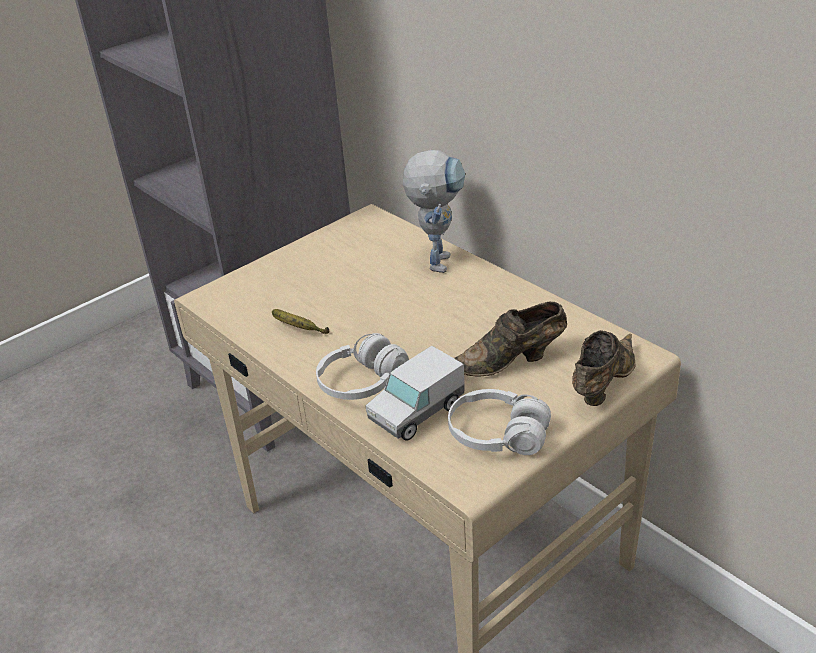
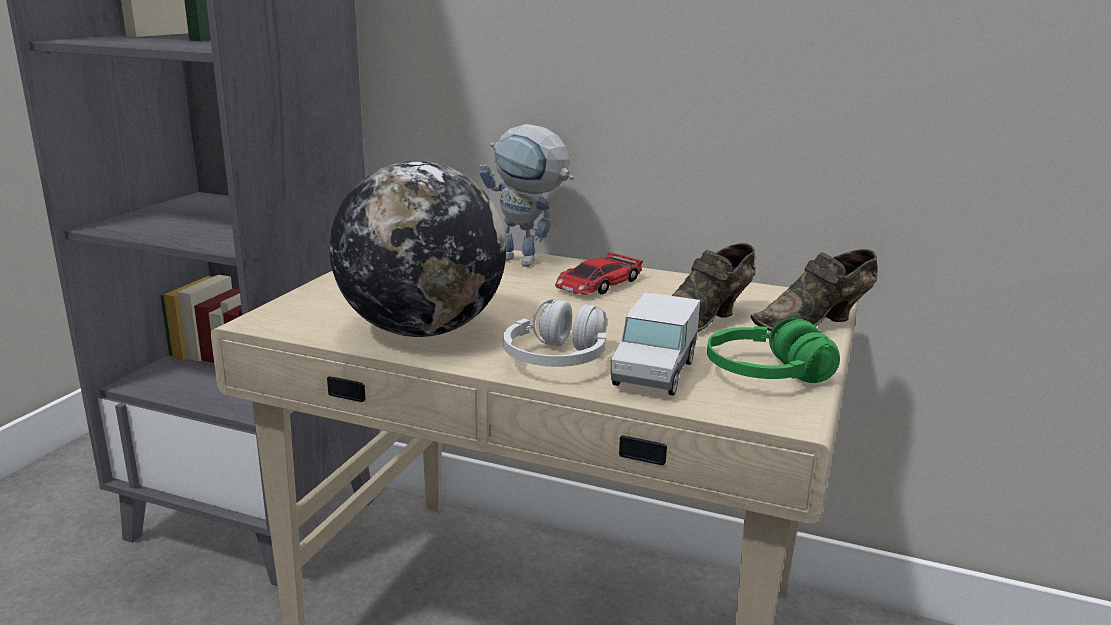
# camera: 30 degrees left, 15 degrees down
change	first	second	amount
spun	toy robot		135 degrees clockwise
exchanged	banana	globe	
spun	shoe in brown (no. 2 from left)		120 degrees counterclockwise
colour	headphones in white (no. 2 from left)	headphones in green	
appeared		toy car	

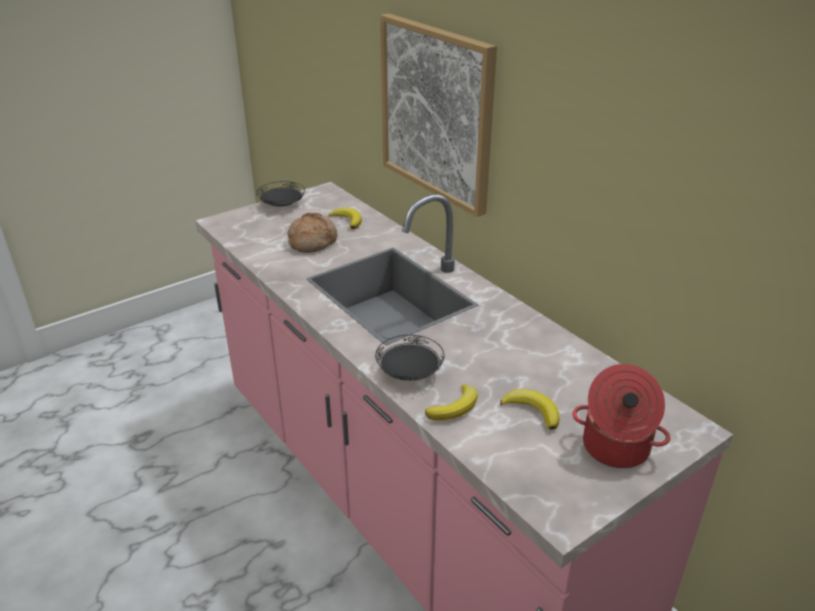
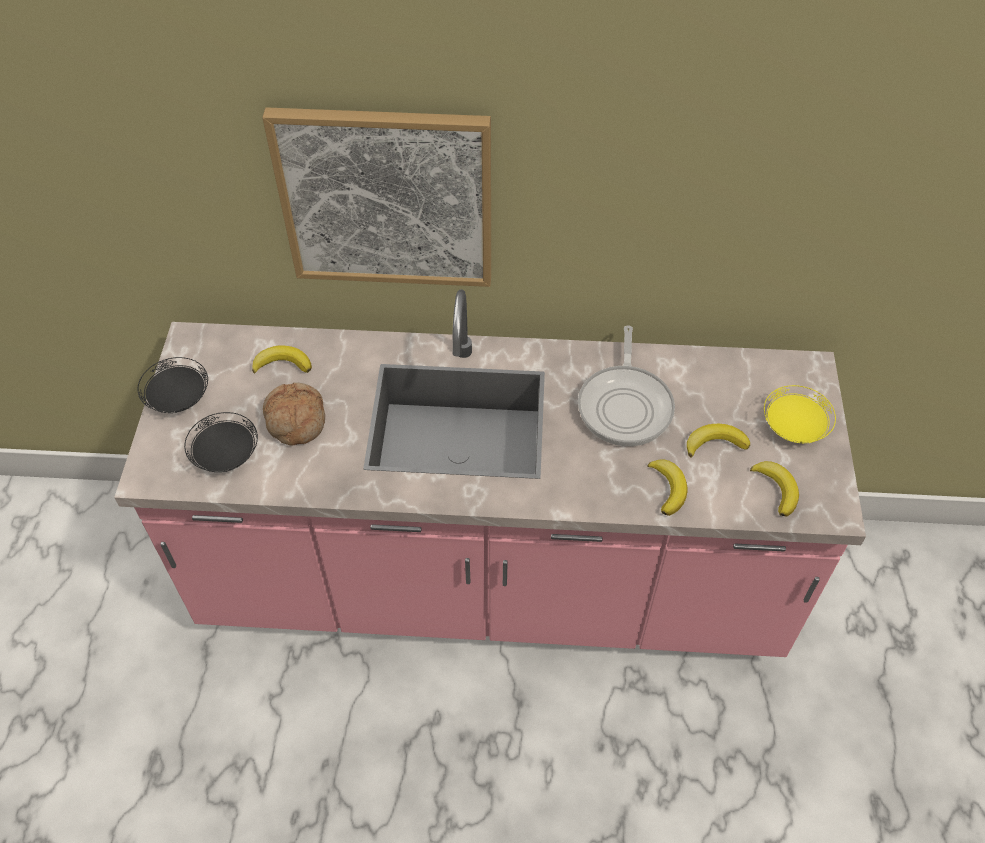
# camera: 50 degrees left, 20 degrees up
change	first	second	amount
relocated	plate in black (no. 2 from left)		
exchanged	cooking pot	plate in yellow	
appeared		frying pan	
appeared		banana (no. 4 from left)	

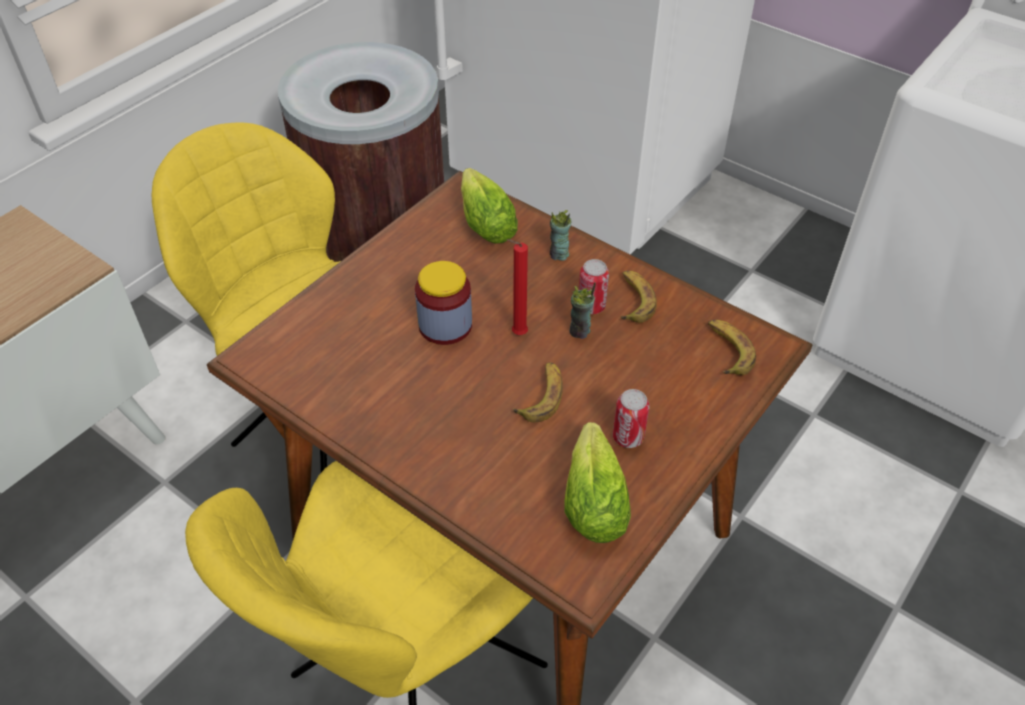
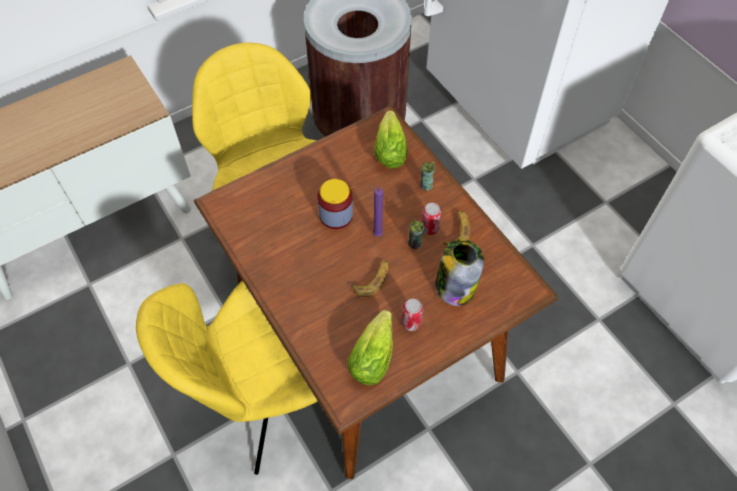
# camera: 20 degrees right, 10 degrees up
change	first	second	amount
colour	candle in red	candle in purple	
missing	banana (no. 3 from left)		
appeared		jar (no. 2 from left)	

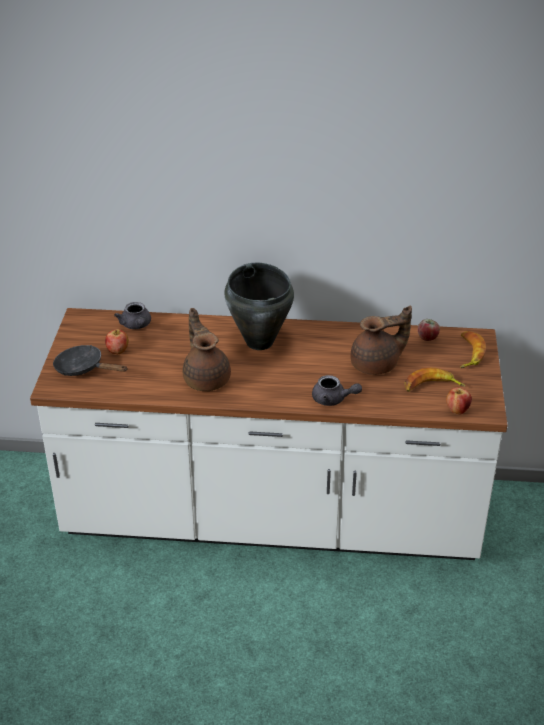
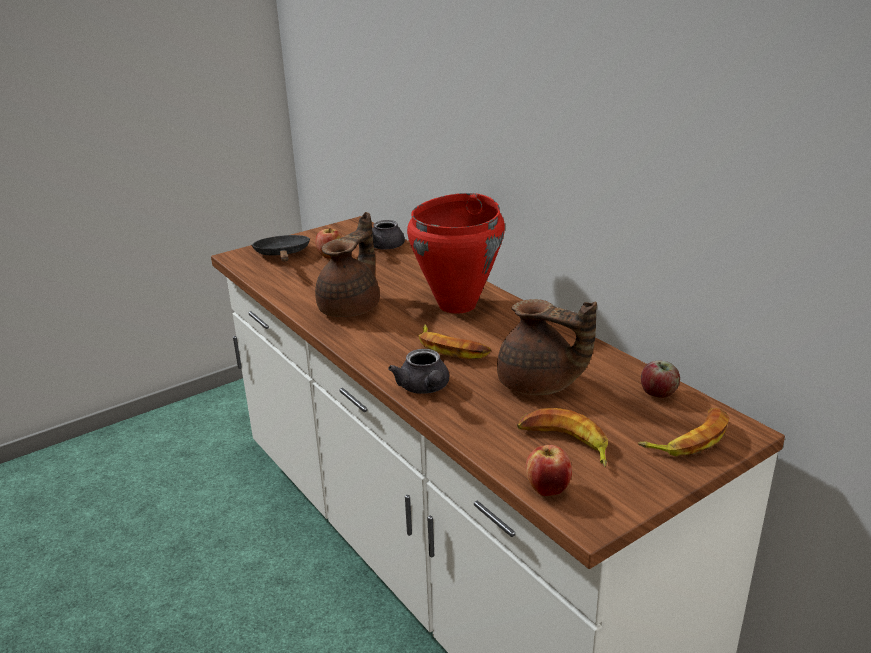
# camera: 50 degrees right, 10 degrees down
change	first	second	amount
colour	cooking pot in black	cooking pot in red	
appeared		banana (no. 1 from left)	

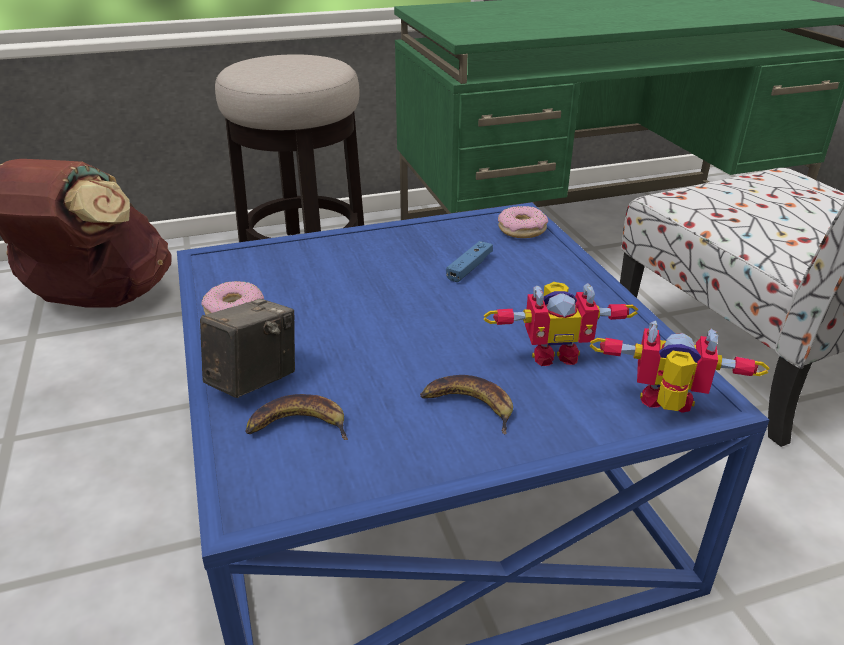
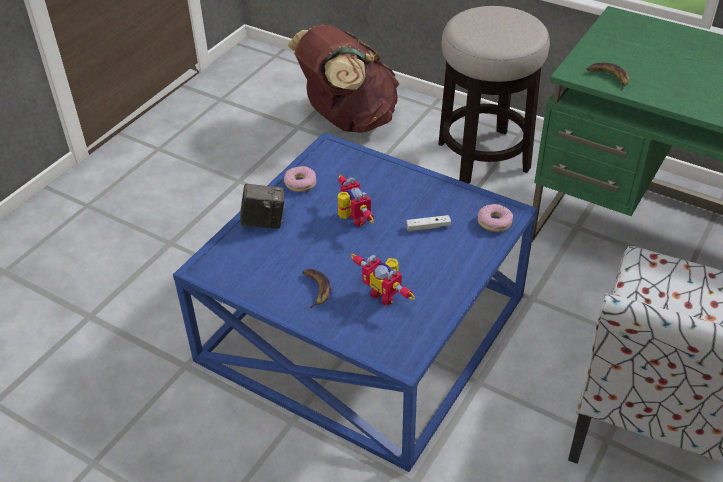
# camera: 50 degrees right, 10 degrees up
change	first	second	amount
colour	game controller in blue	game controller in white	
relocated	toy robot (no. 2 from left in the first image)	toy robot (no. 1 from left)	
relocated	banana (no. 1 from left in the first image)	banana (no. 2 from left)	

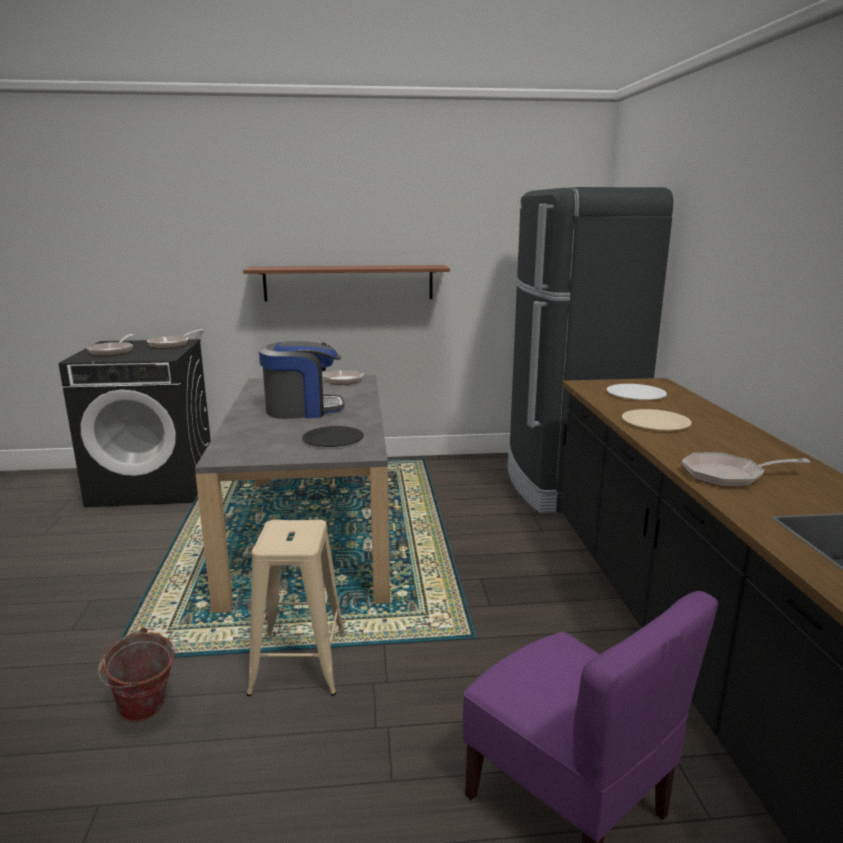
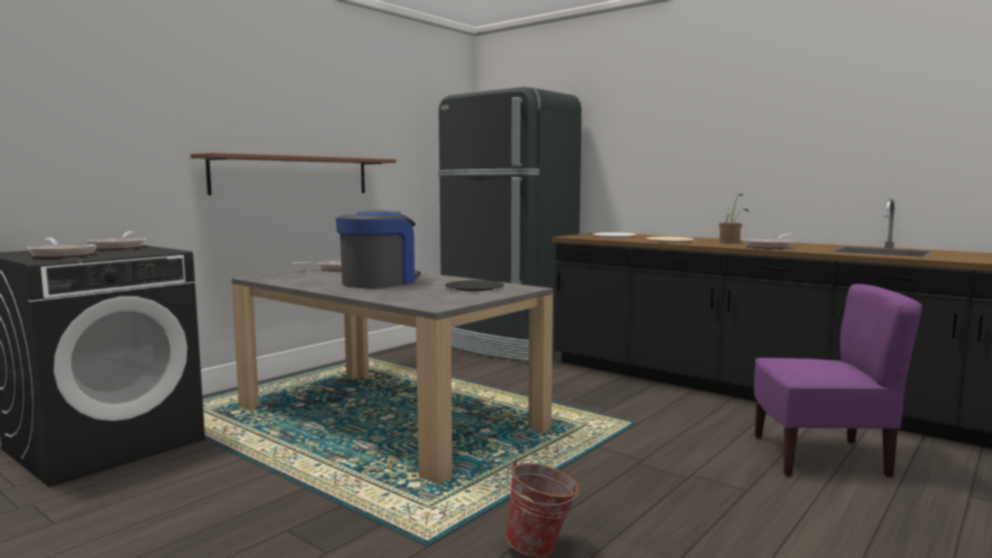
# camera: 45 degrees left, 10 degrees down
change	first	second	amount
missing	stool in beige		
appeared		potted plant	

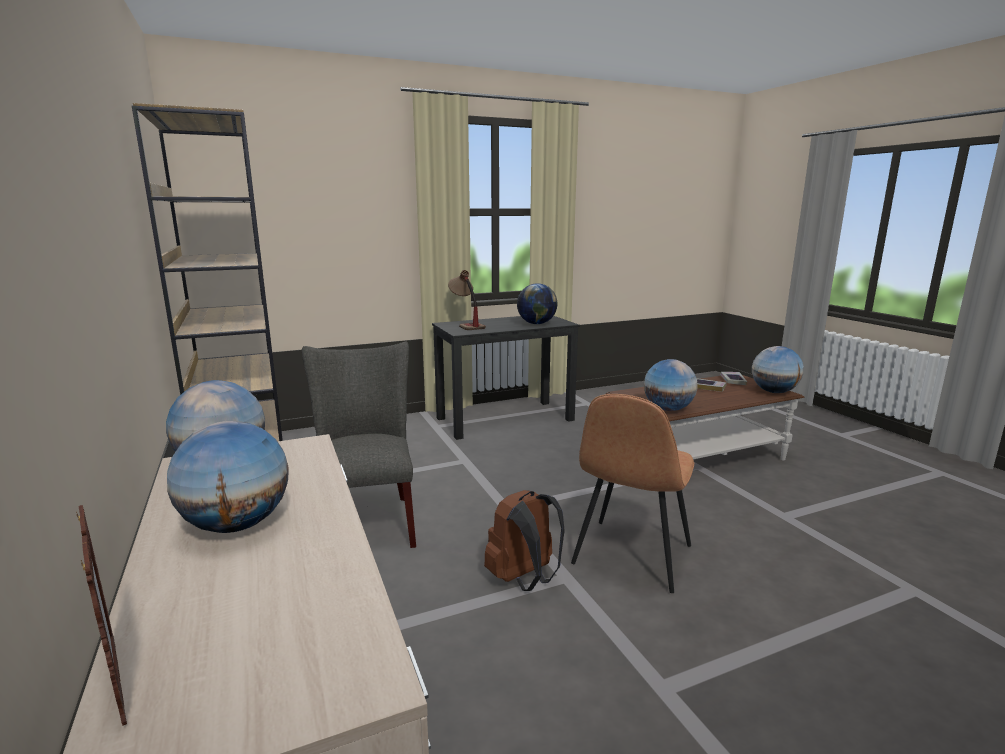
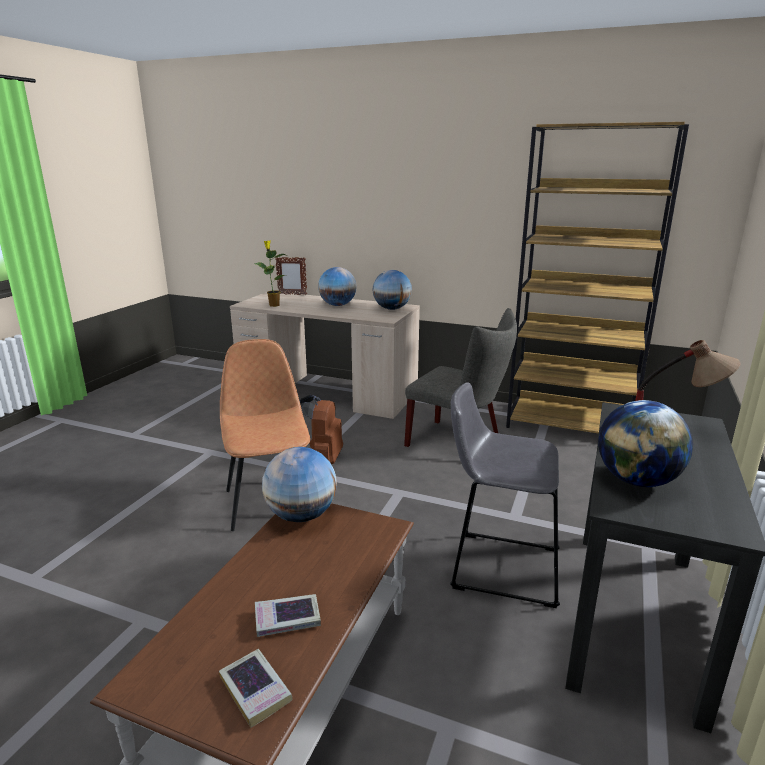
# camera: 135 degrees right, 5 degrees up
change	first	second	amount
missing	globe (no. 5 from left)		
appeared		potted plant	
appeared		stool in grey	

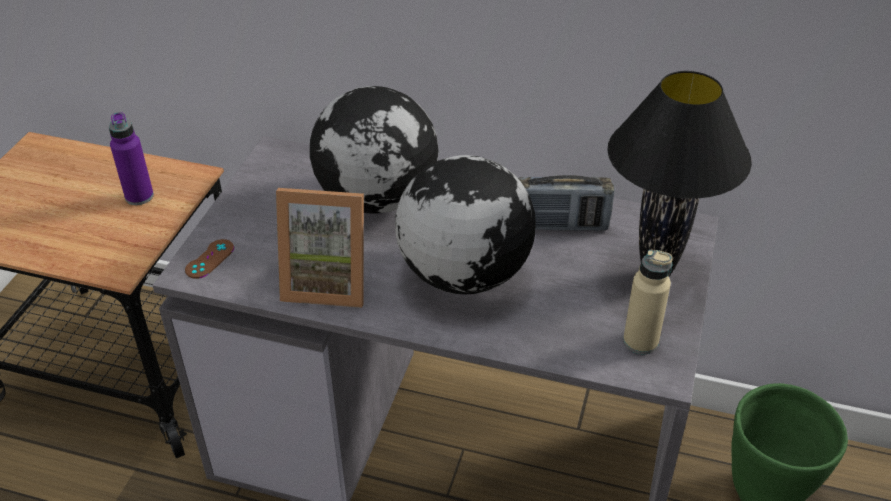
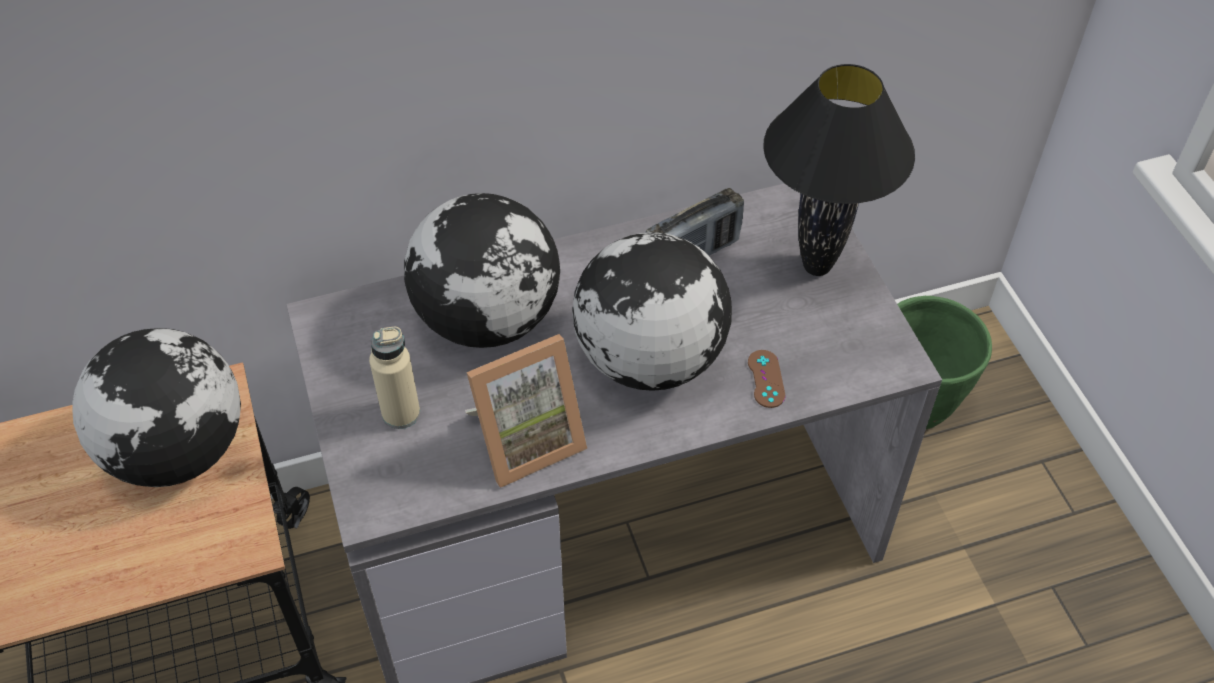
# camera: 35 degrees left, 10 degrees up
change	first	second	amount
exchanged	bottle in purple	globe (no. 1 from left)	
relocated	game controller in brown		
relocated	bottle in beige		

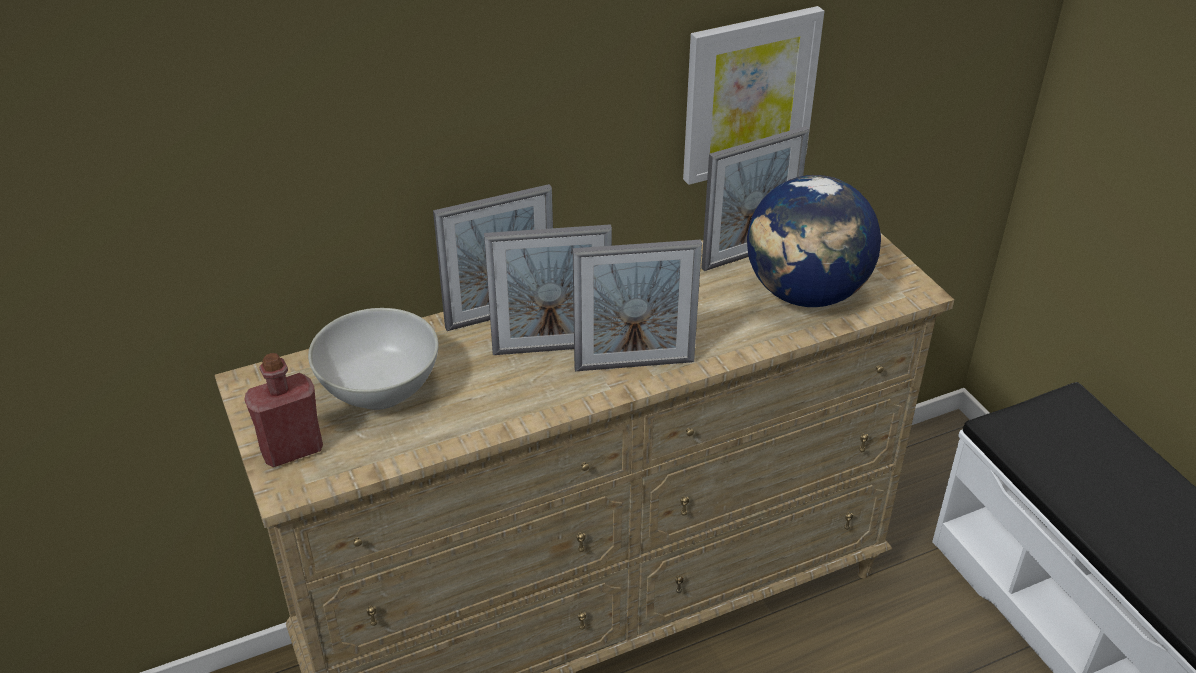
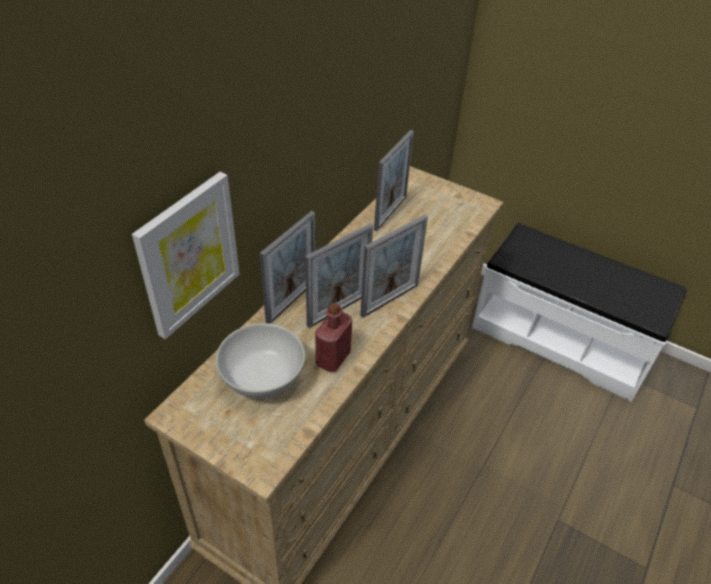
# camera: 35 degrees left, 5 degrees up
change	first	second	amount
relocated	picture		
missing	globe		
relocated	bottle in red		

